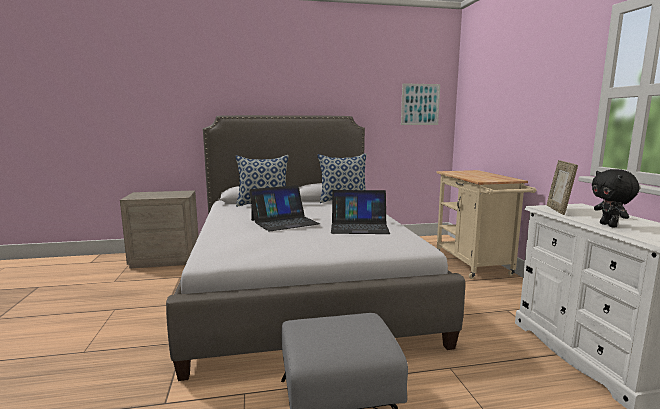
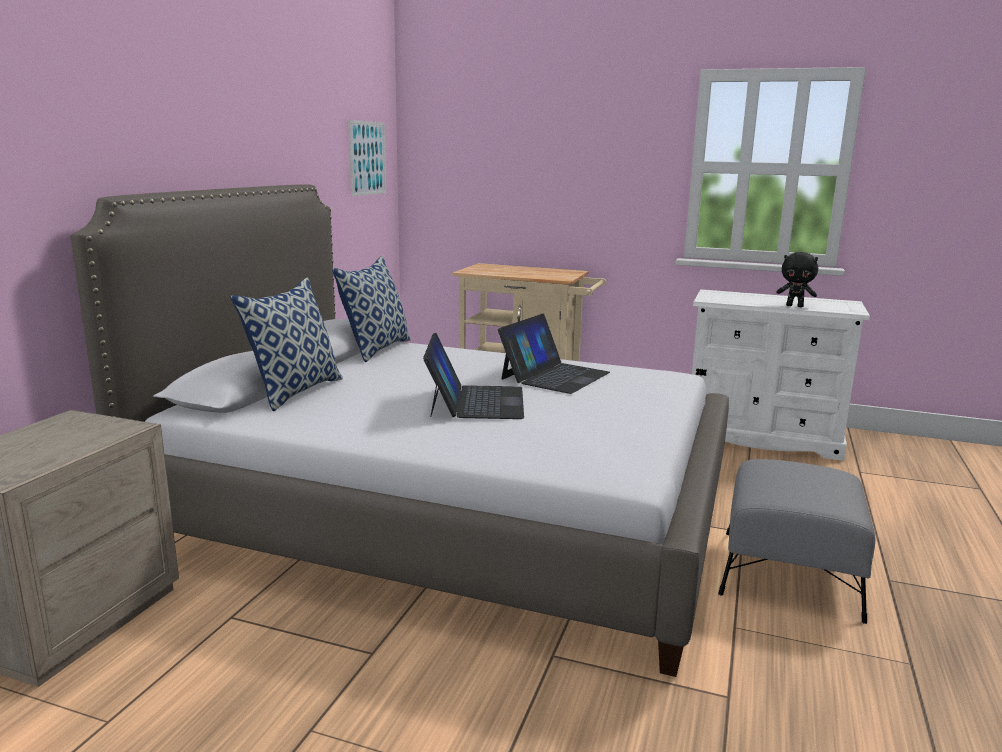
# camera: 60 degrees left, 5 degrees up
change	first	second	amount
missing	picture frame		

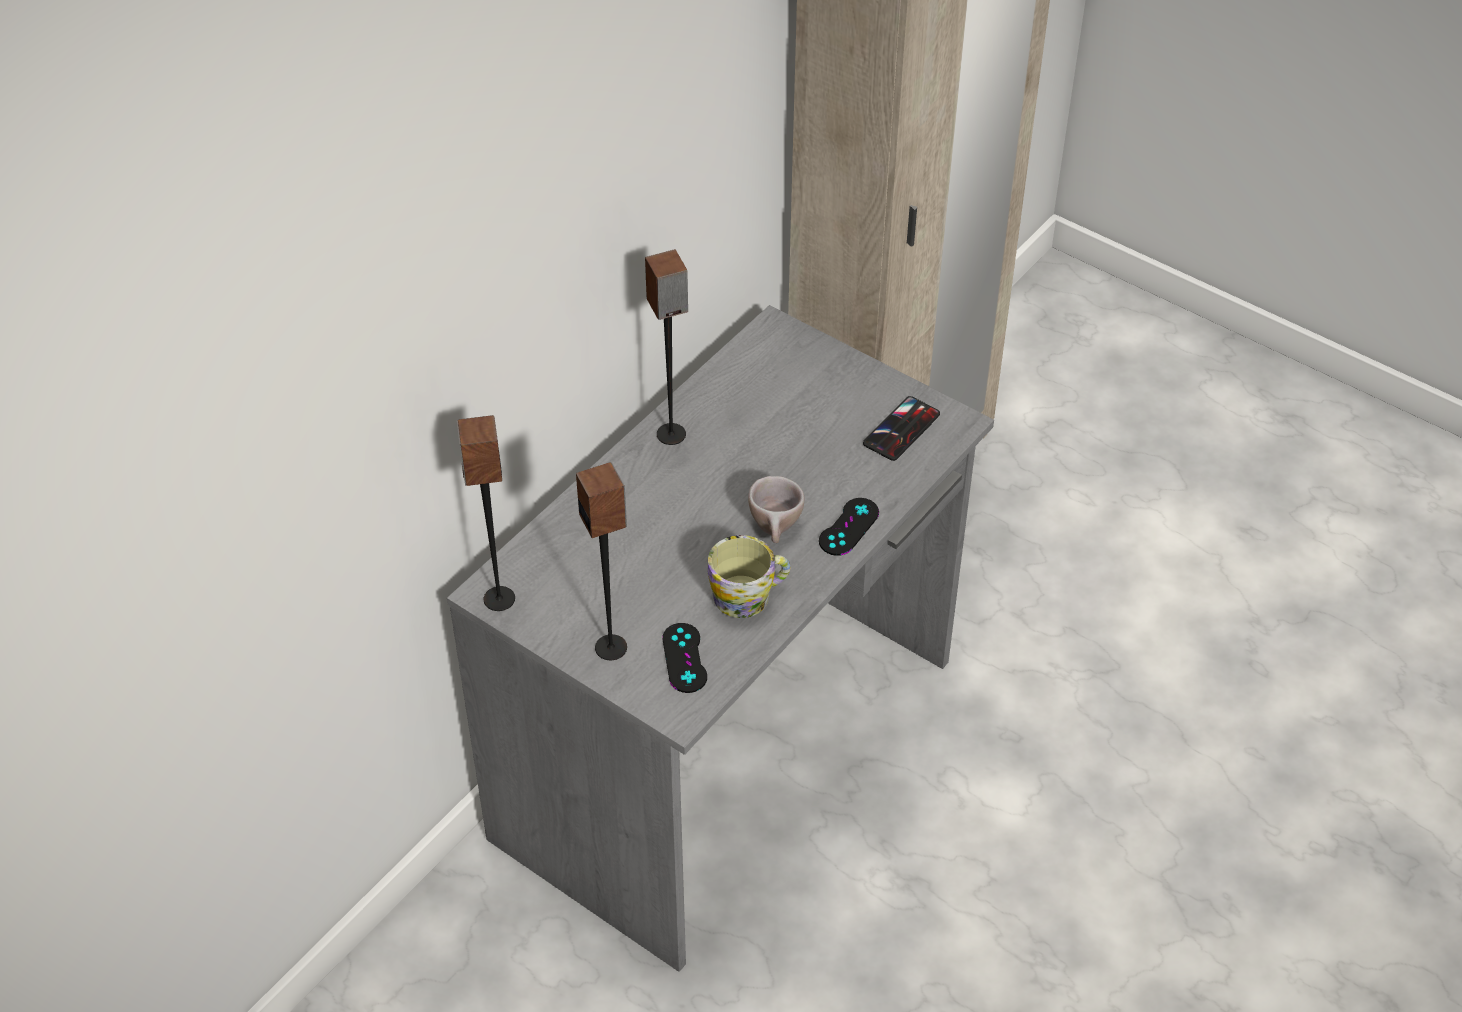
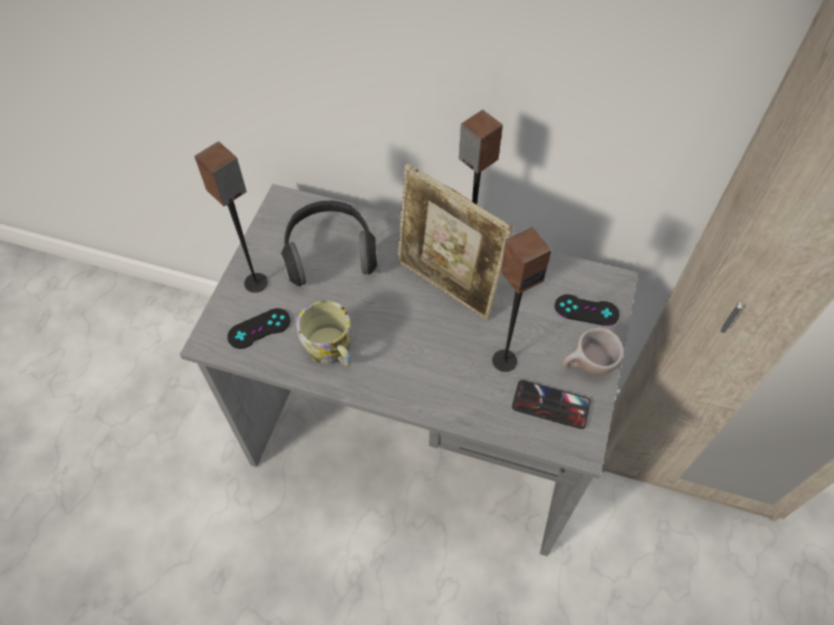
# camera: 70 degrees right, 10 degrees up
change	first	second	amount
relocated	speaker (no. 1 from left in the first image)	speaker (no. 3 from left)	
relocated	cup in beige		
relocated	game controller in black (no. 2 from left)		
appeared		picture frame	
appeared		headphones	

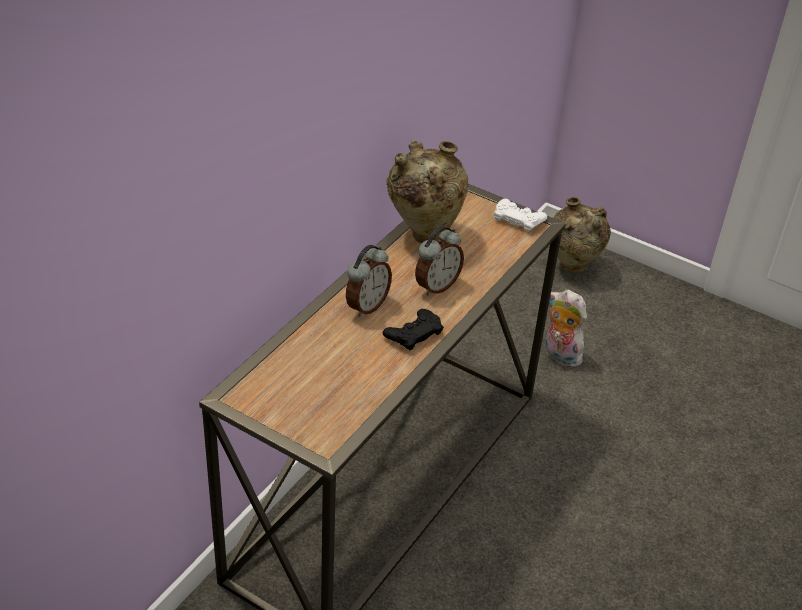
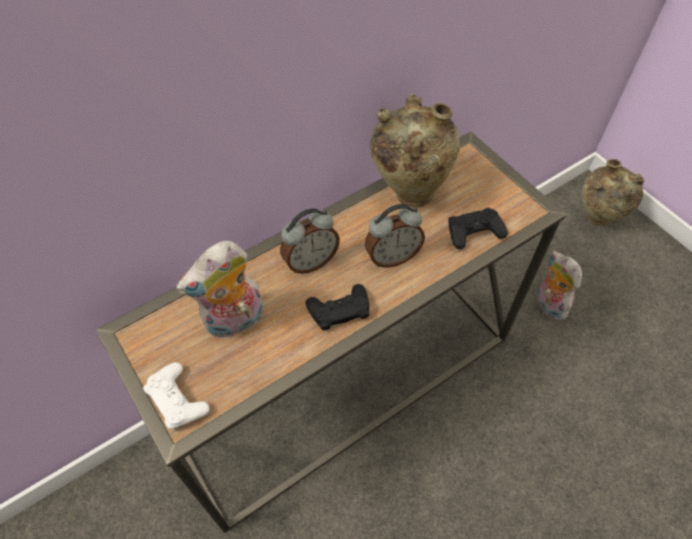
# camera: 25 degrees right, 15 degrees up
change	first	second	amount
relocated	game controller in white		
appeared		game controller in black (no. 2 from left)	
appeared		plush toy (no. 1 from left)	

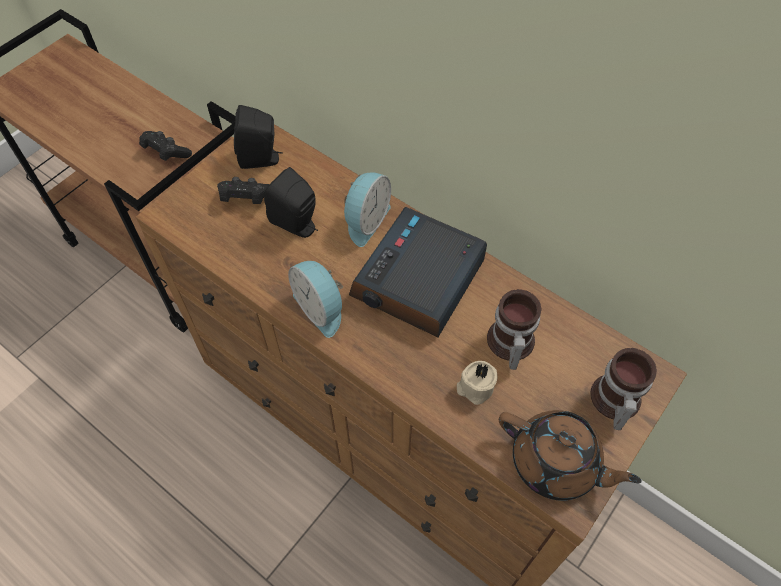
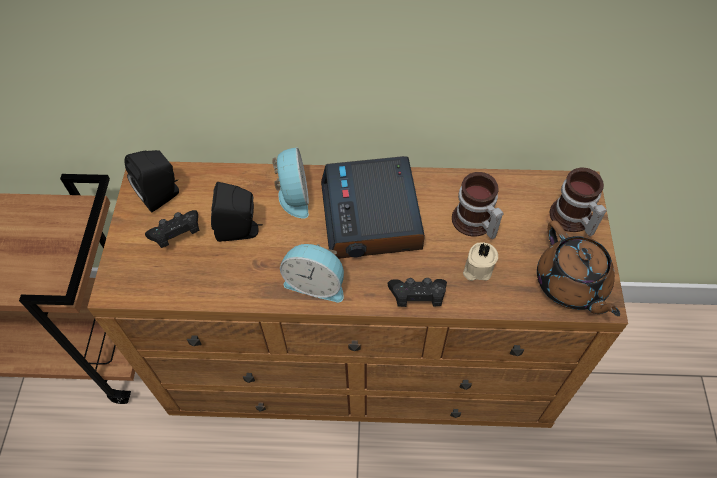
# camera: 35 degrees left, 0 degrees up
change	first	second	amount
relocated	game controller in black (no. 1 from left in the first image)	game controller in black (no. 2 from left)	
spun	teapot in brown		75 degrees clockwise

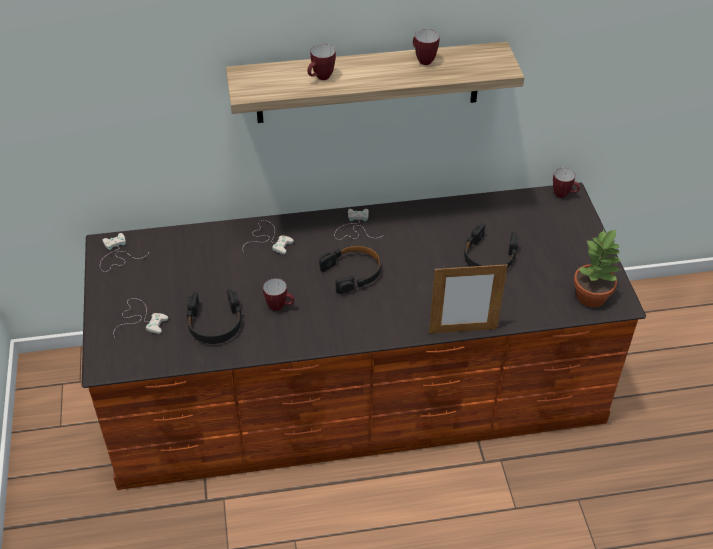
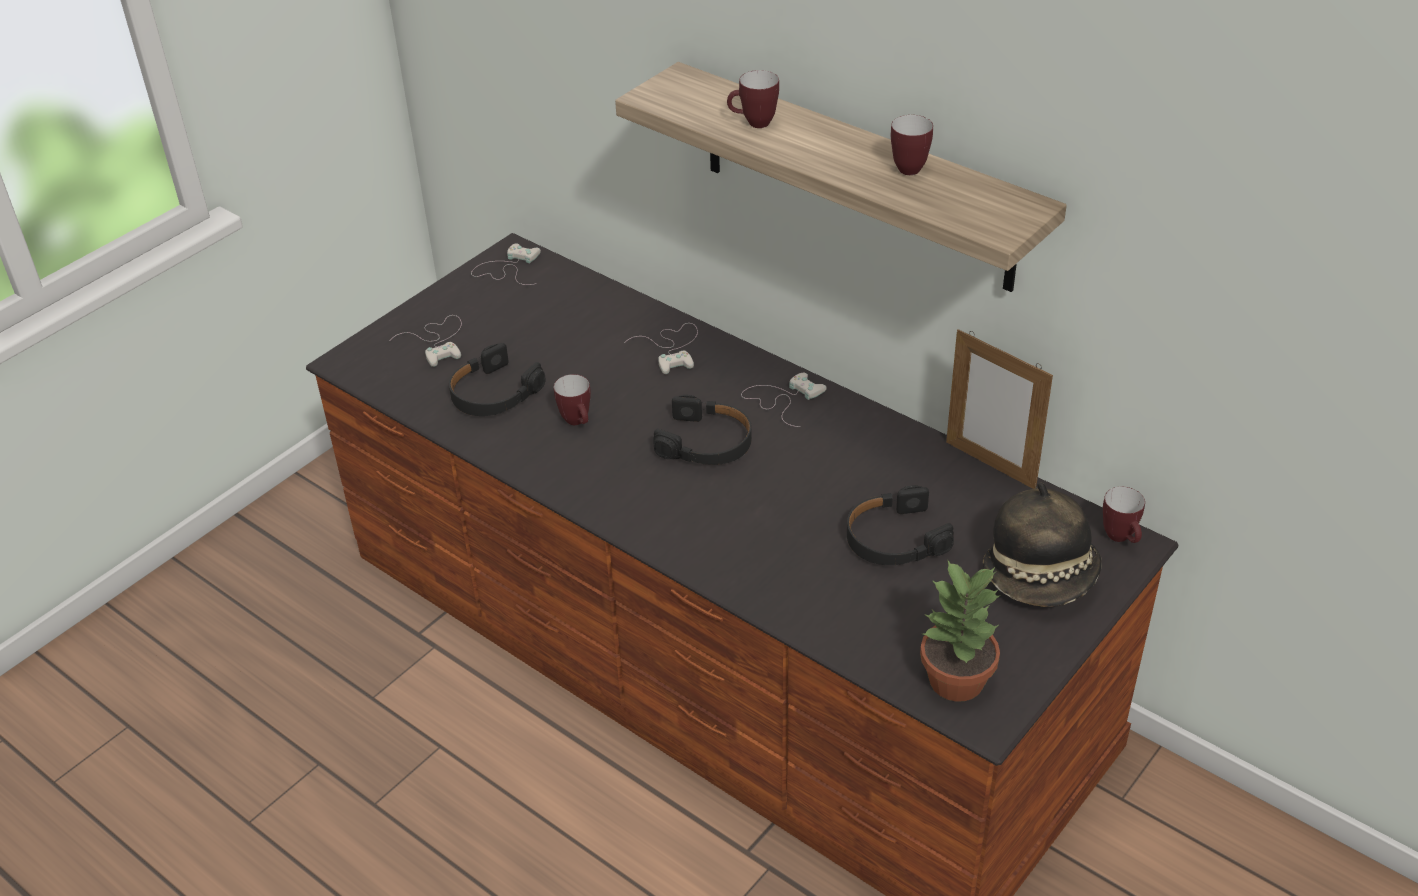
# camera: 50 degrees right, 5 degrees down
change	first	second	amount
relocated	picture frame		
appeared		hat	

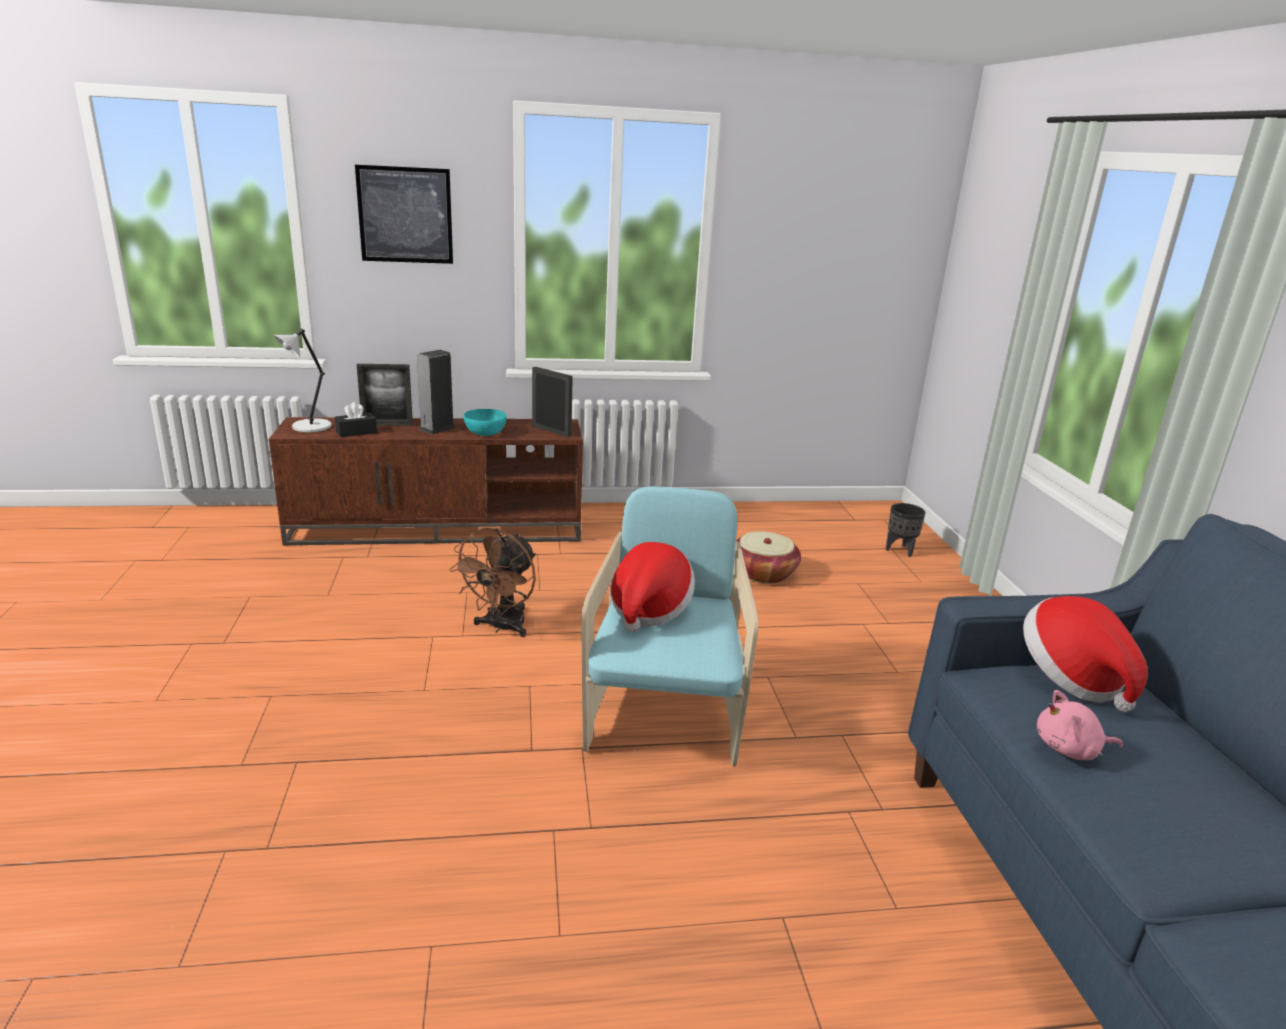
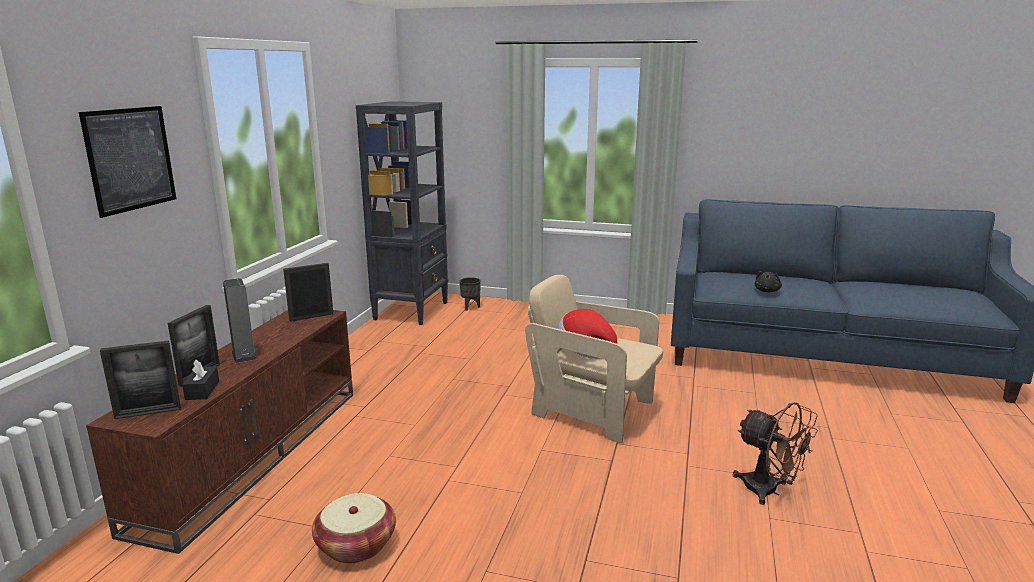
# camera: 65 degrees left, 5 degrees down
change	first	second	amount
exchanged	table lamp in grey	picture frame (no. 1 from left)	
missing	bowl in turquoise		
colour	armchair in turquoise	armchair in beige	
relocated	fan in brown		
relocated	basket		
missing	hat (no. 2 from left)		
colour	plush toy in pink	plush toy in black	
appeared		bookcase in black	

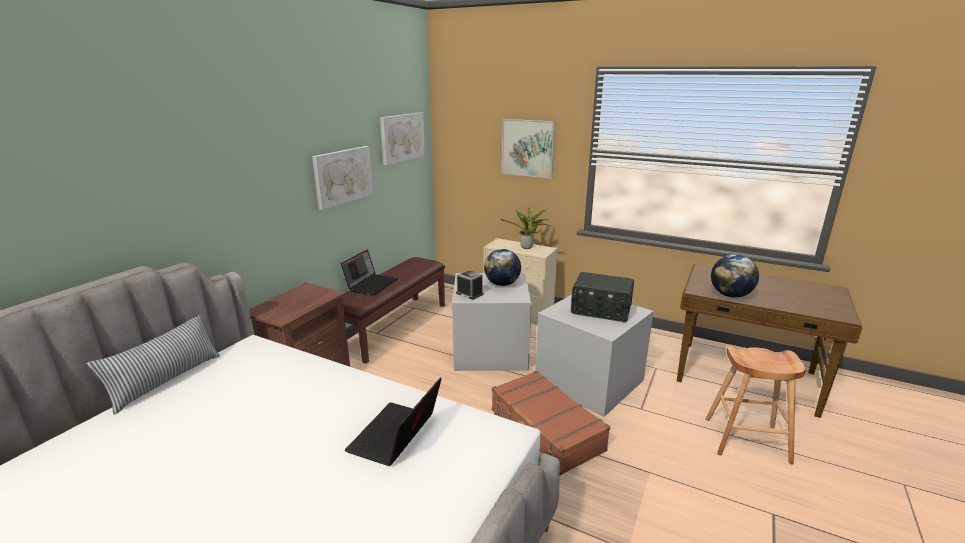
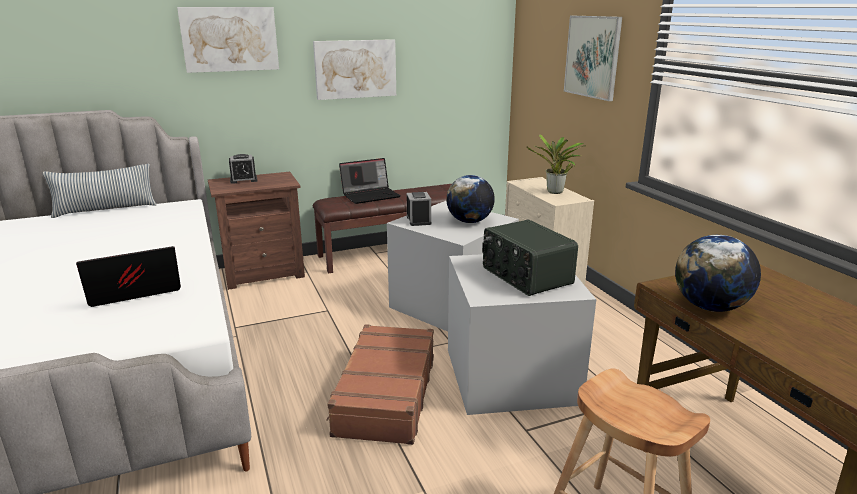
# camera: 40 degrees right, 0 degrees up
change	first	second	amount
relocated	picture (no. 2 from left in the first image)	picture (no. 1 from left)	
appeared		alarm clock (no. 1 from left)	

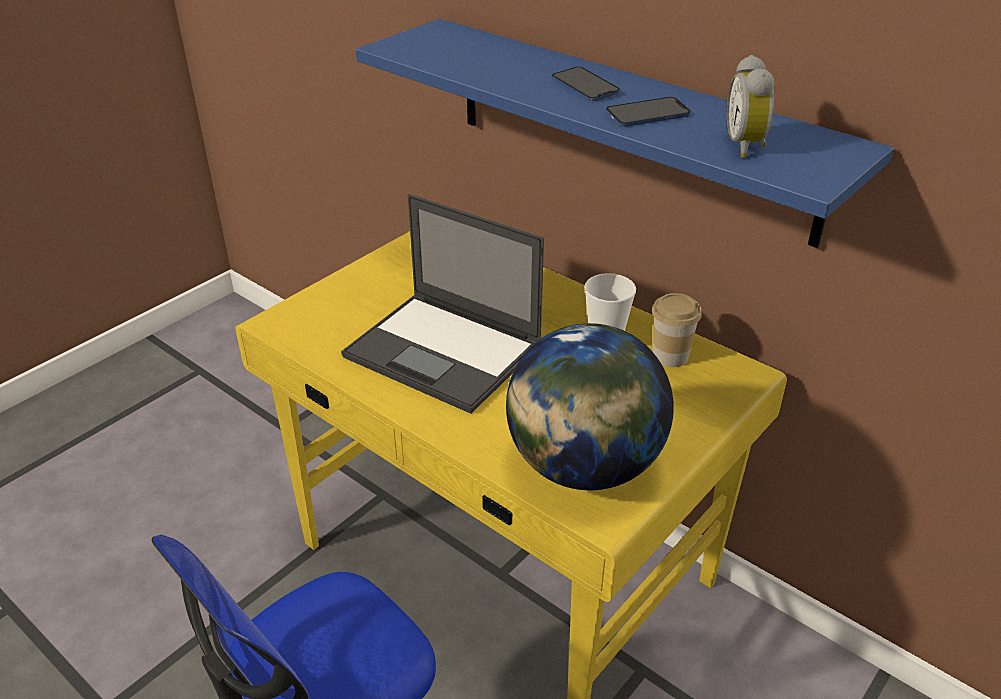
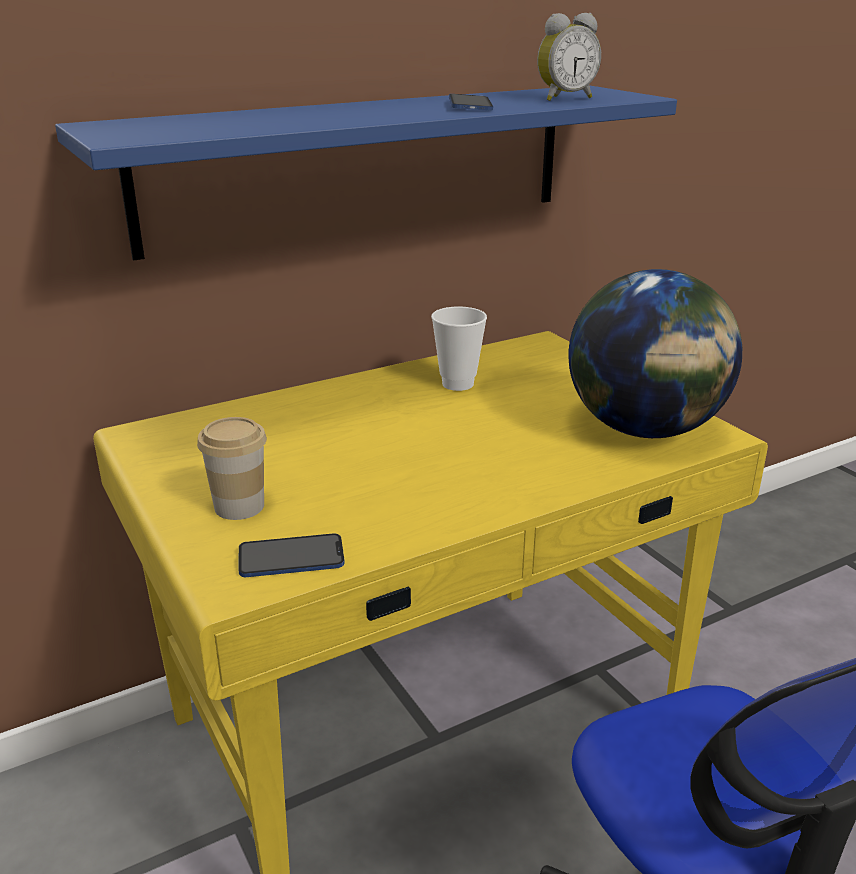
# camera: 70 degrees left, 10 degrees down
change	first	second	amount
spun	alarm clock		45 degrees counterclockwise
relocated	phone (no. 1 from left)		
missing	laptop		
relocated	cup (no. 2 from left in the first image)	cup (no. 1 from left)	

